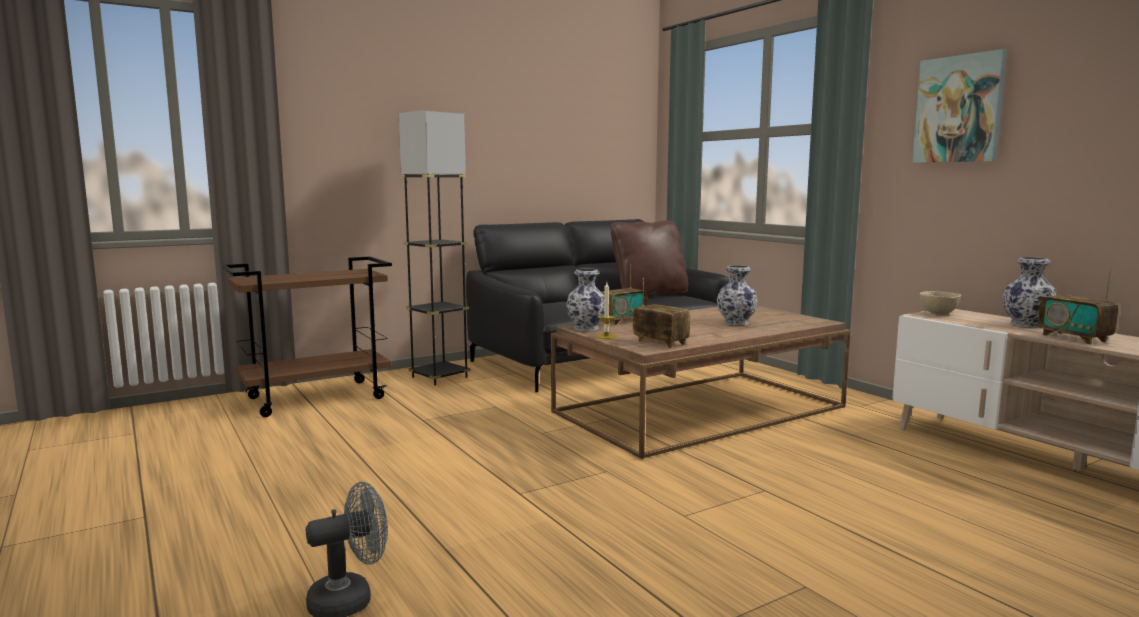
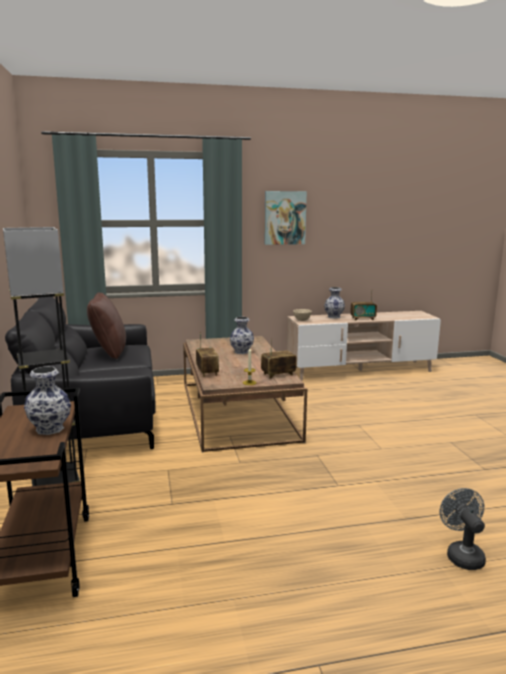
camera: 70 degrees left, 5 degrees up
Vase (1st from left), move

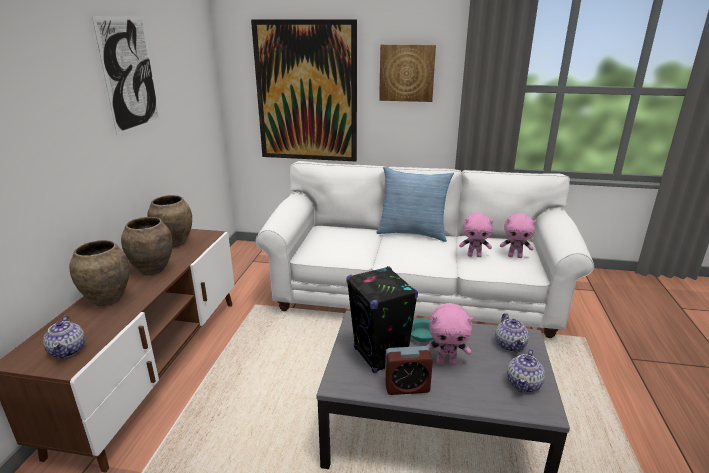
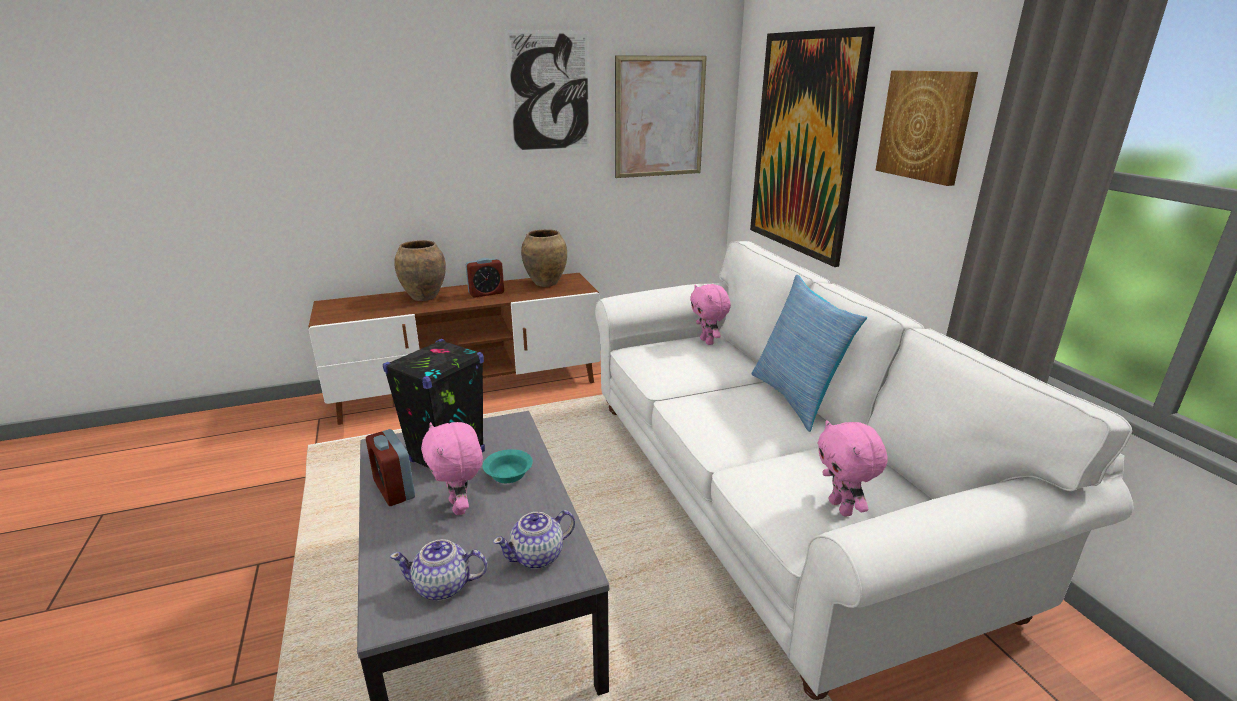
camera: 60 degrees right, 0 degrees up
Vase [braun] (2nd from left) -> Wecker (2nd from left)
none -> Bild (2nd from left)
Plüschtier [rosa] (2nd from left), move
Teekanne (1st from left) -> none

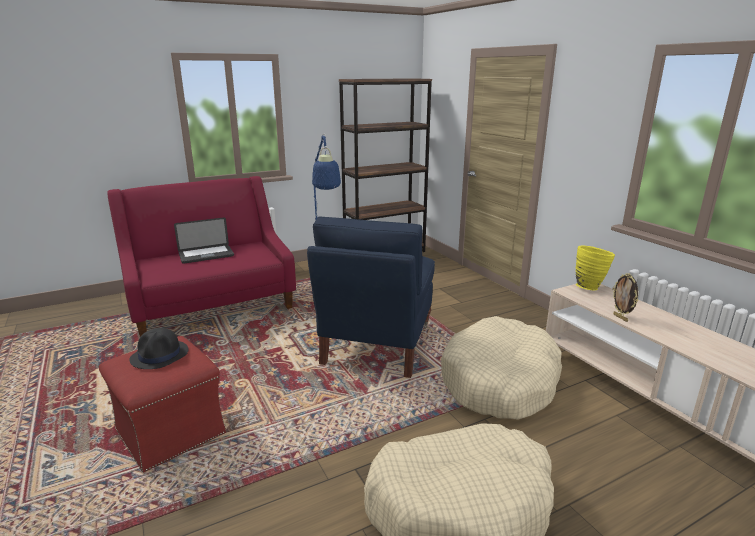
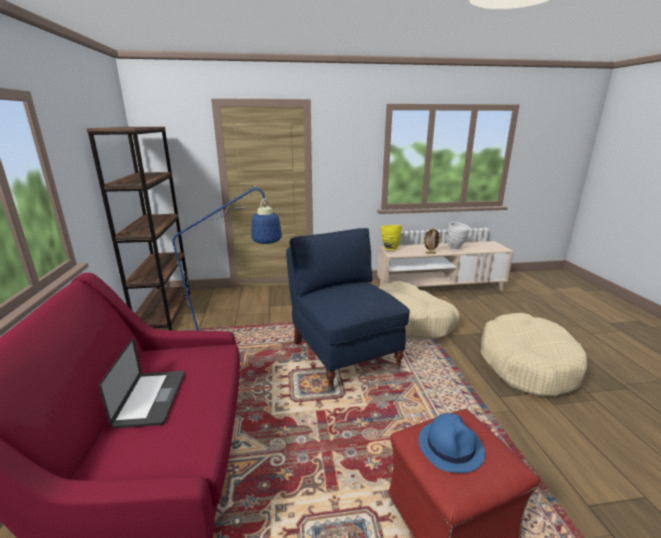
camera: 70 degrees left, 0 degrees up
Sessel [blau], 150 degrees counterclockwise
Hut [schwarz] -> Hut [blau]
none -> Vase [weiß]

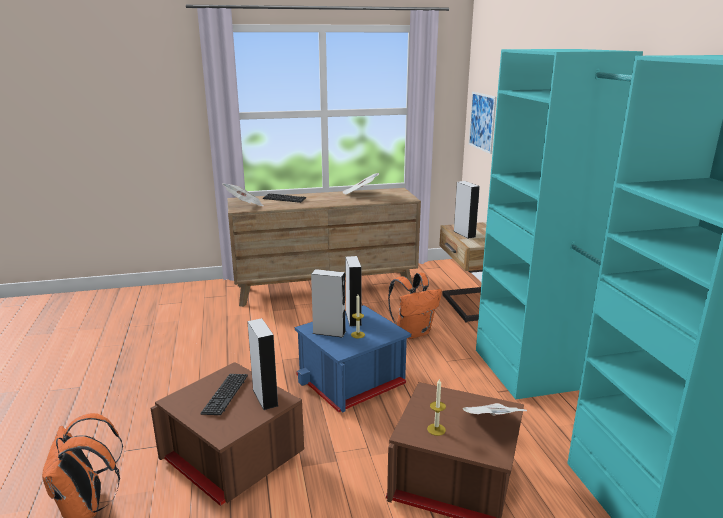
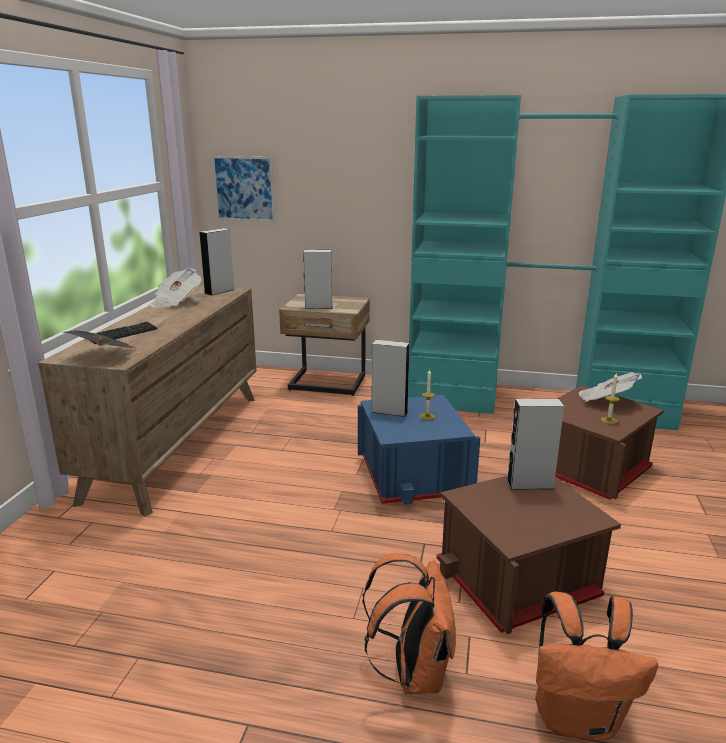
camera: 65 degrees left, 0 degrees up
Lautsprecher [grau] (2nd from left in the first image) -> Lautsprecher [grau] (1st from left), move
Rucksack [orange] (2nd from left in the first image) -> Rucksack [orange] (1st from left), move
Tastatur (1st from left) -> none

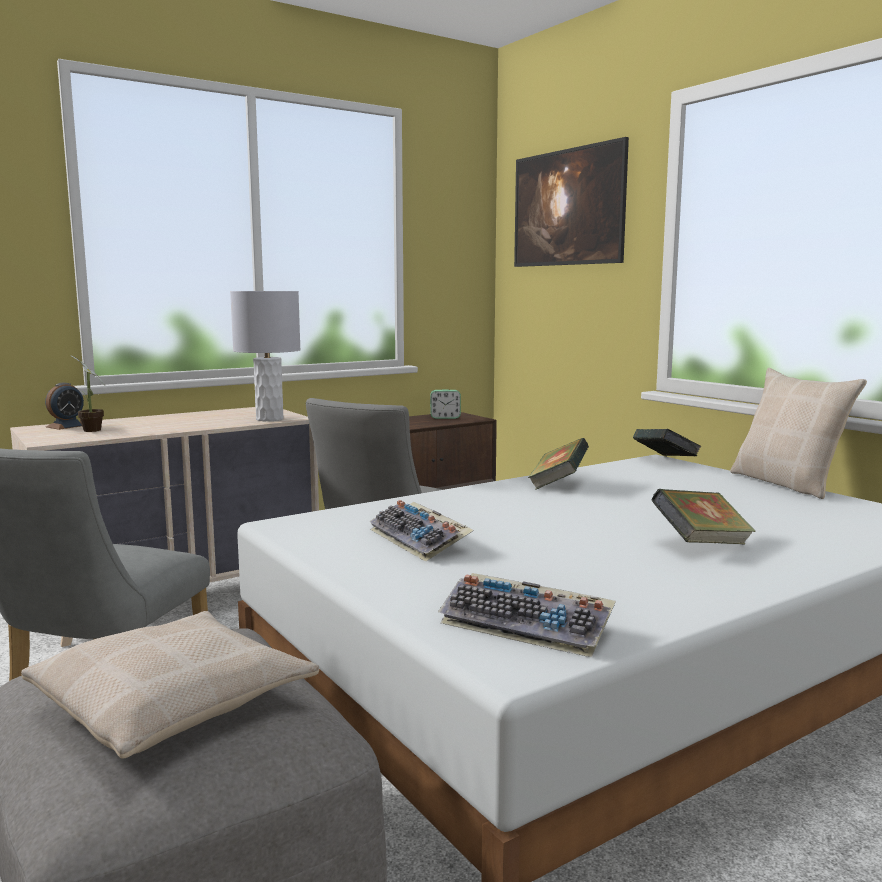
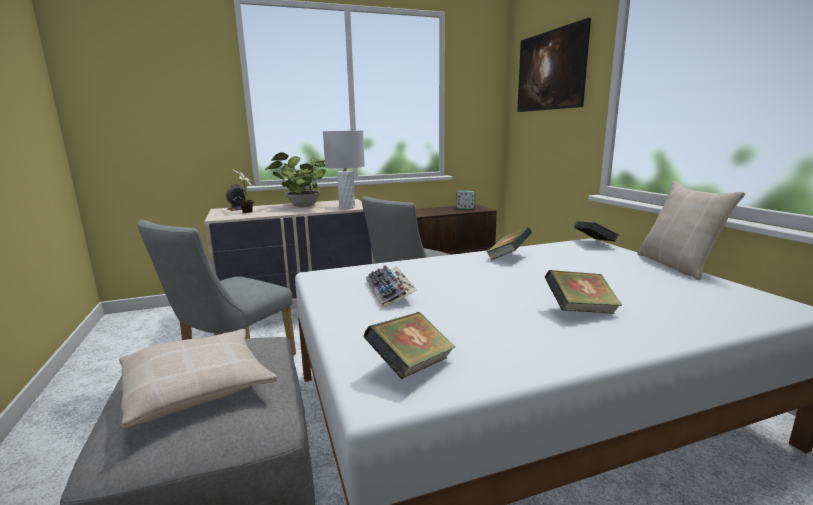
camera: 15 degrees right, 5 degrees up
none -> Topfpflanze (2nd from left)
Tastatur (2nd from left) -> Buch (1st from left)

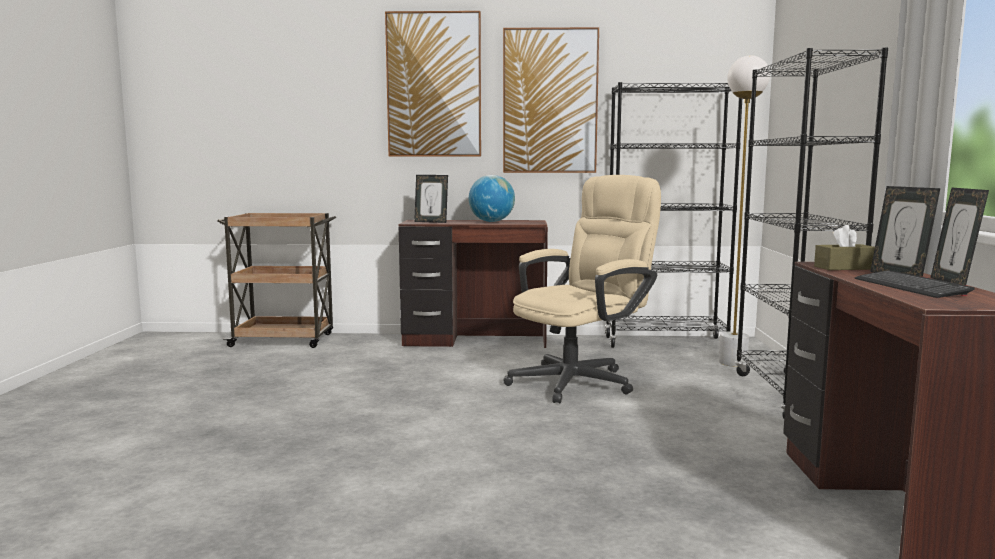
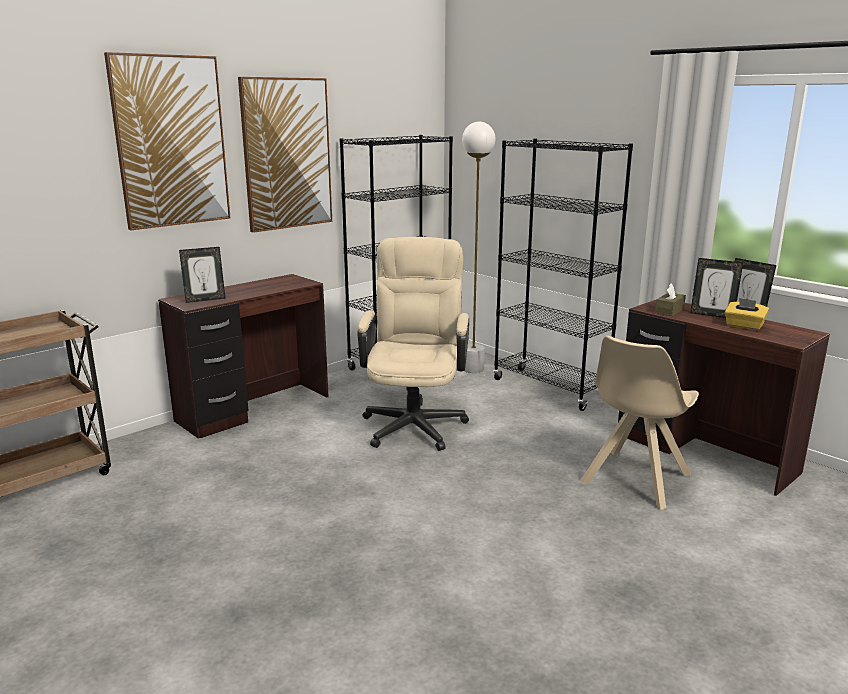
camera: 45 degrees left, 10 degrees up
none -> Stuhl [beige]
Tastatur -> Taschentuchbox [gelb]
Globus -> none

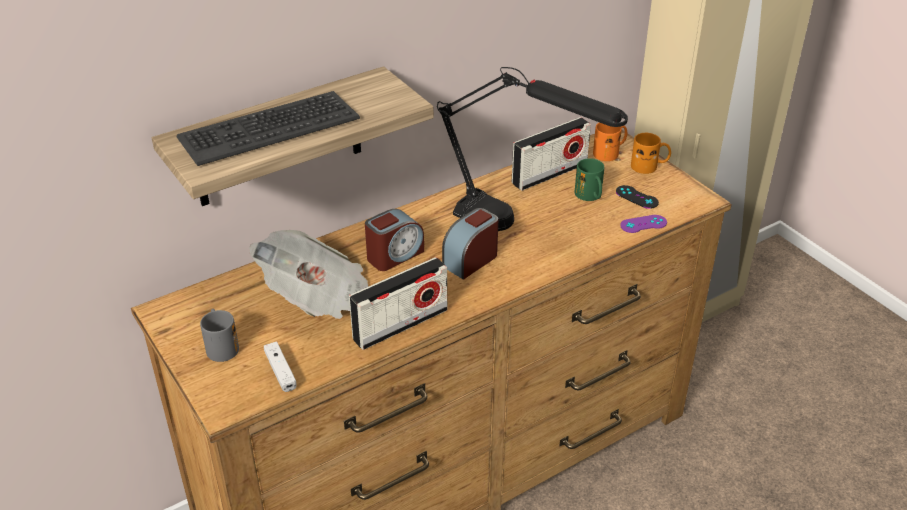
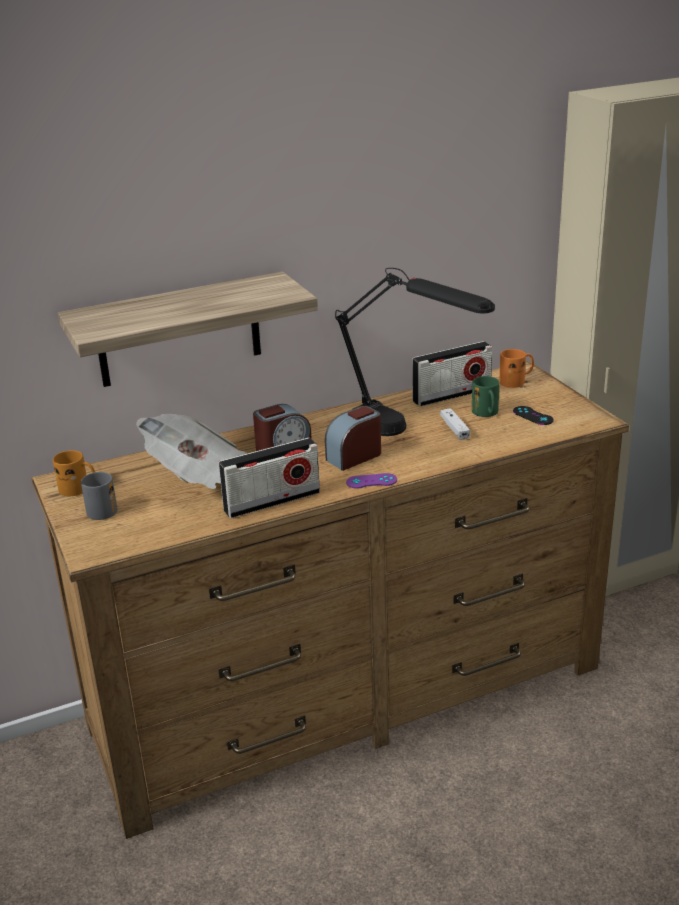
camera: 10 degrees right, 10 degrees down
Henkelbecher [orange] (2nd from left in the first image) -> Henkelbecher [orange] (1st from left), move
Gamepad [lila], move
Gamepad [weiß], move
Tastatur -> none

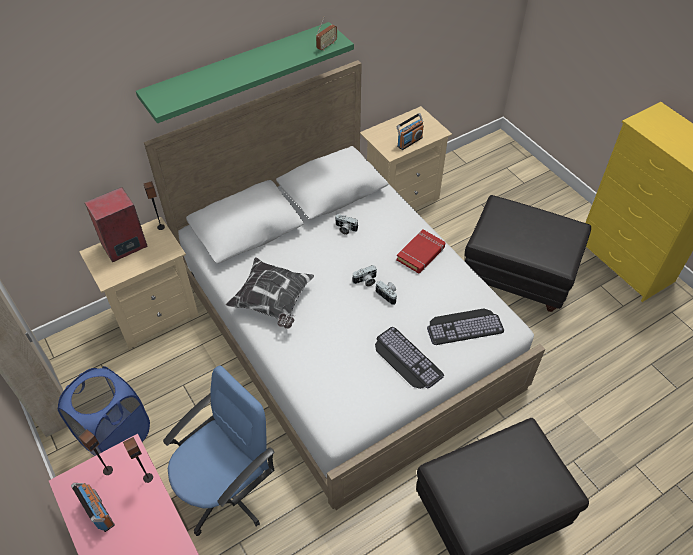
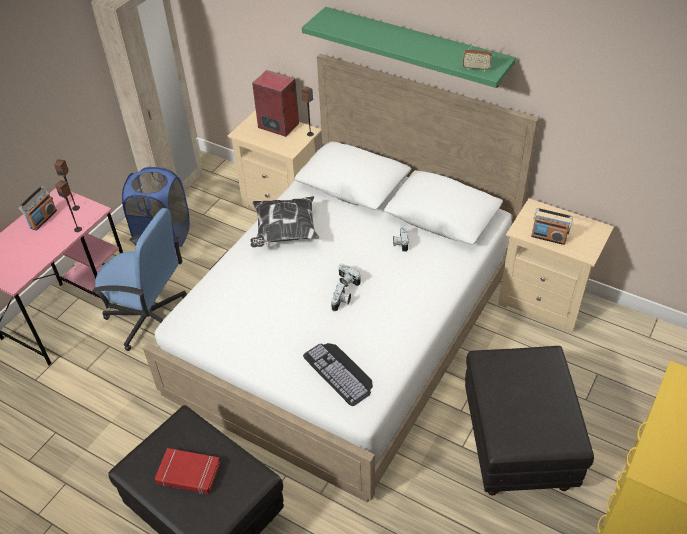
camera: 65 degrees right, 5 degrees down
Buch [rot], move
Tastatur (1st from left) -> none

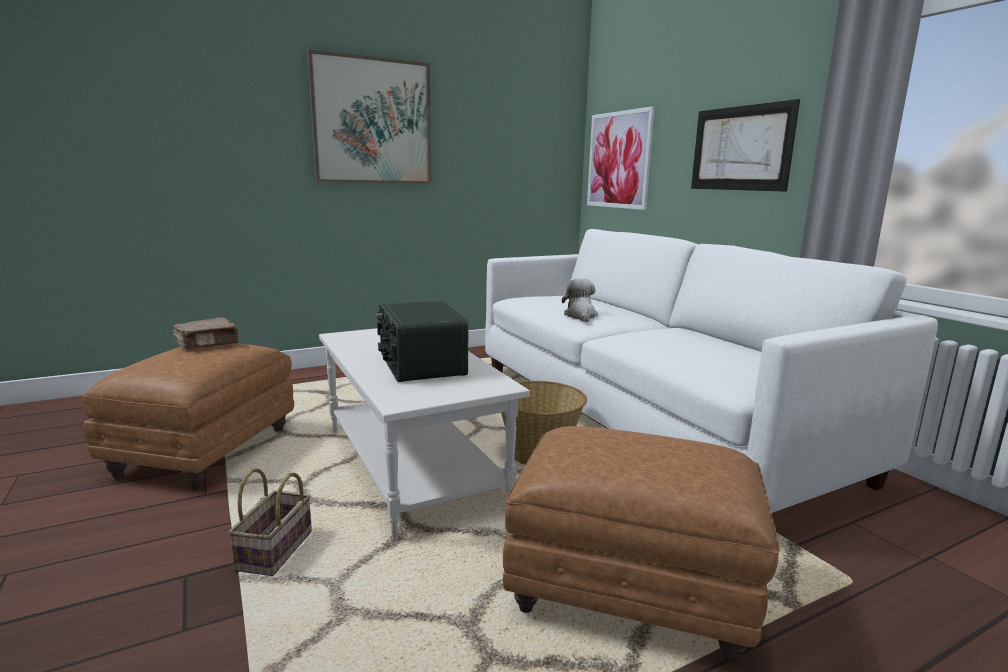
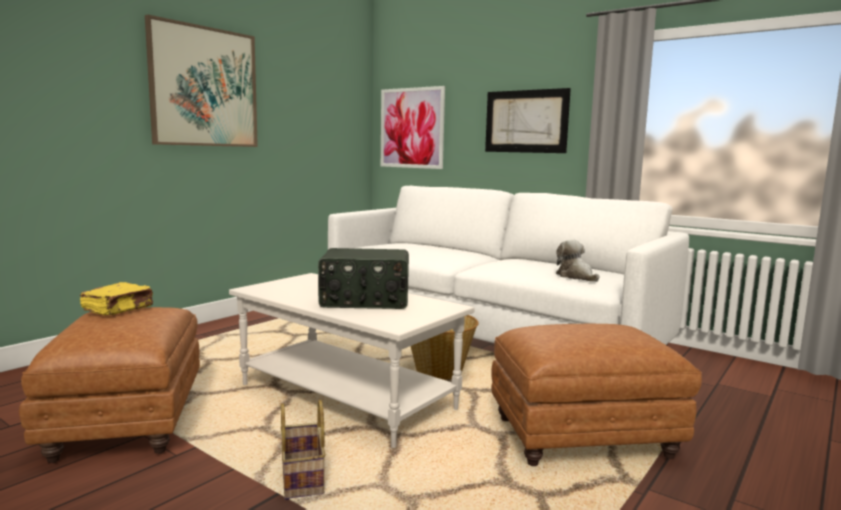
camera: 25 degrees left, 5 degrees down
Buch [braun] -> Buch [gelb]
Radio, 45 degrees counterclockwise
Plüschtier, move

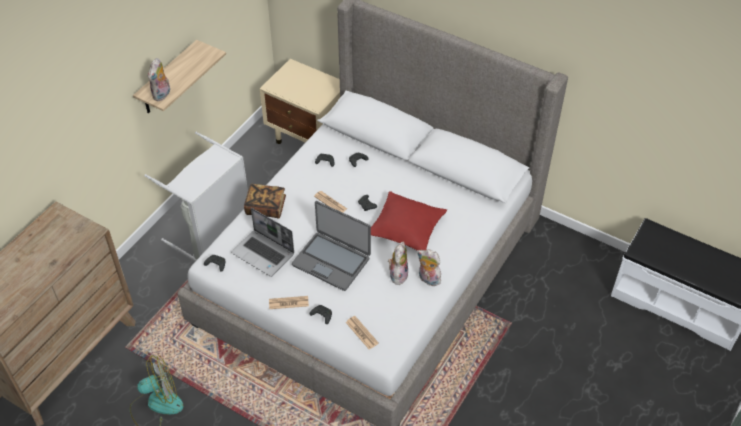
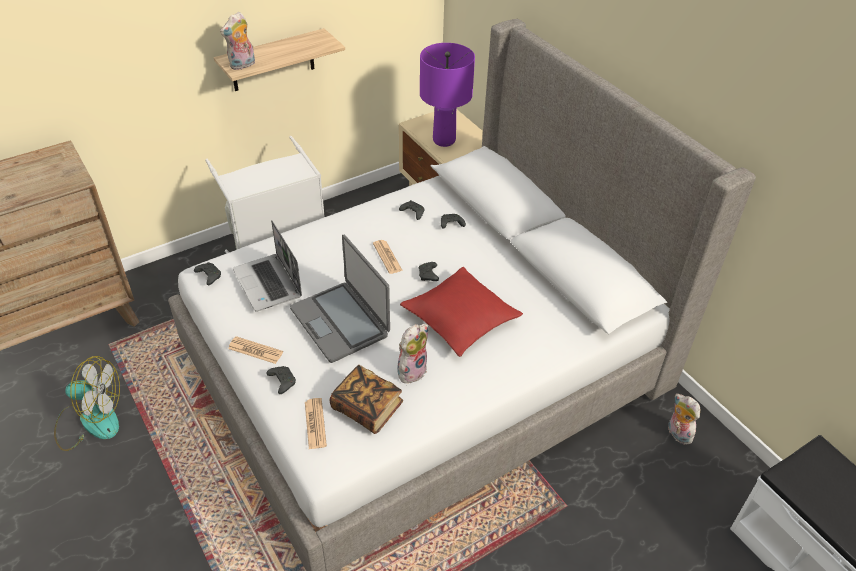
camera: 25 degrees right, 5 degrees down
Buch, move
none -> Tischlampe [lila]
Plüschtier (3rd from left), move

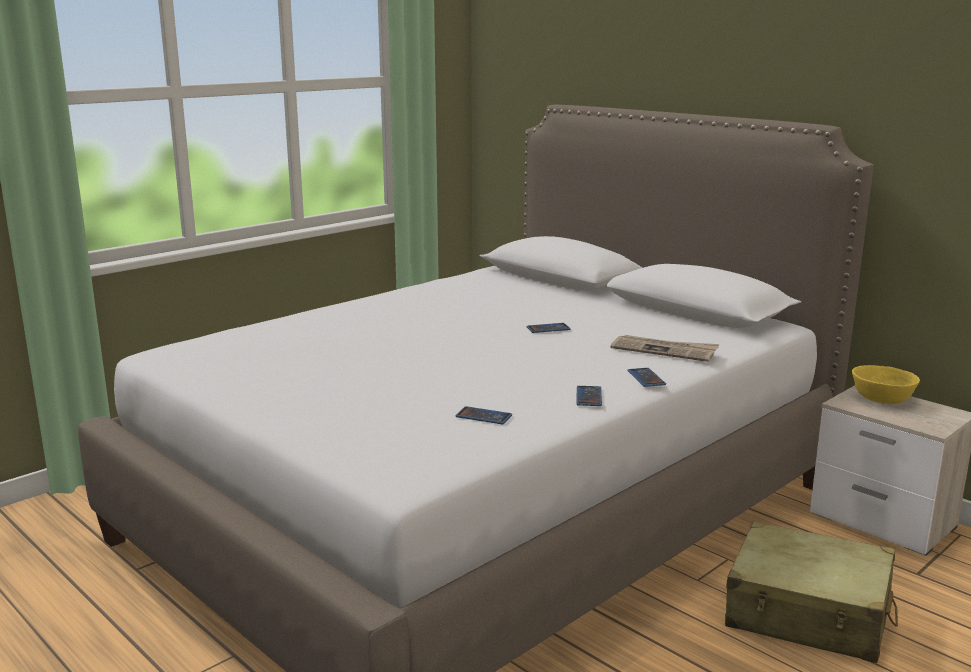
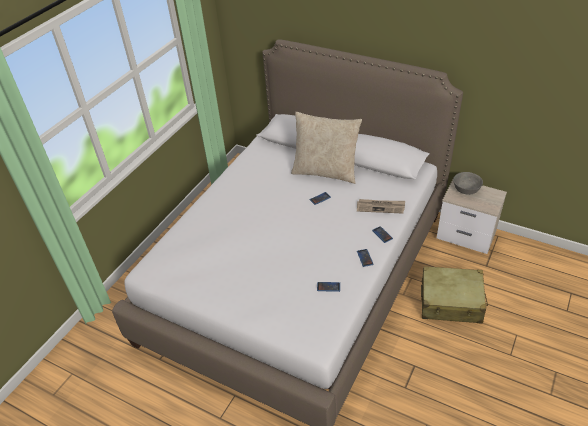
camera: 15 degrees left, 25 degrees up
none -> Kissen [beige]
Schüssel [gelb] -> Schüssel [grau]

